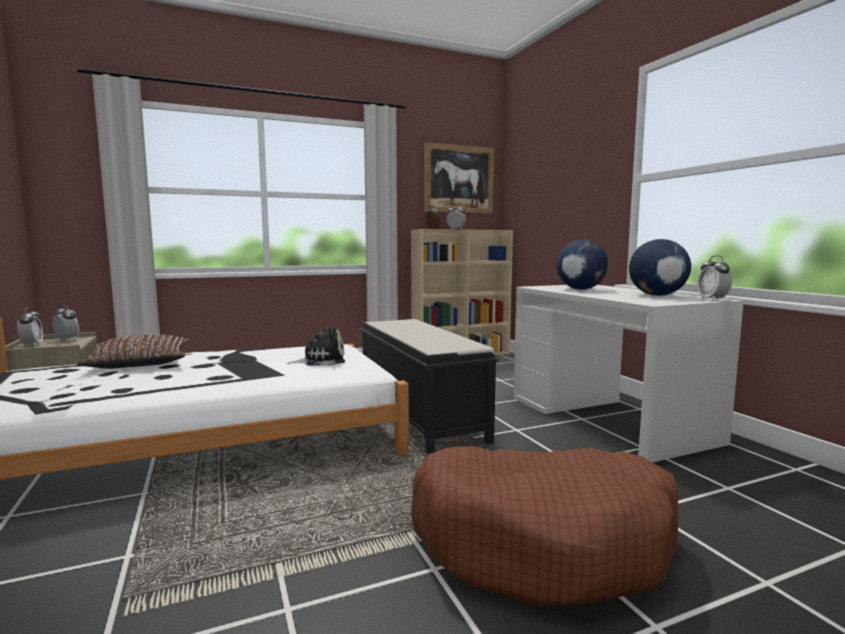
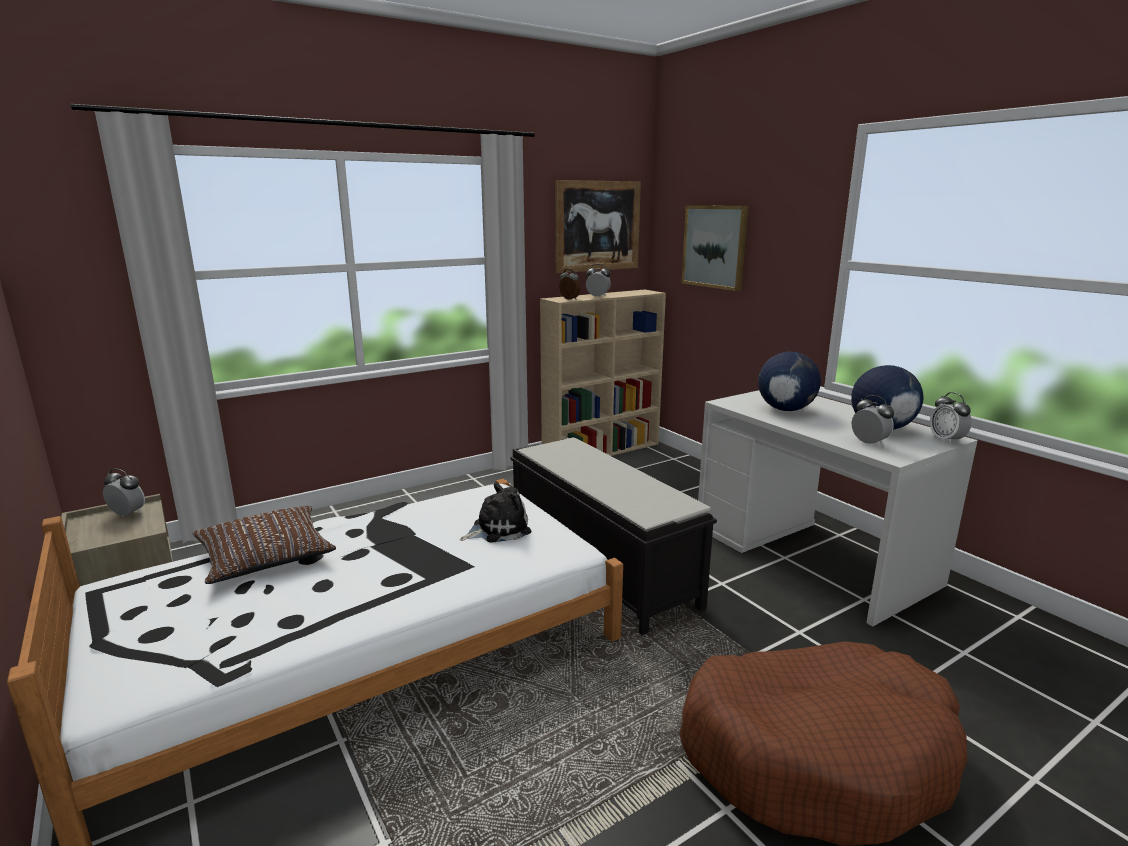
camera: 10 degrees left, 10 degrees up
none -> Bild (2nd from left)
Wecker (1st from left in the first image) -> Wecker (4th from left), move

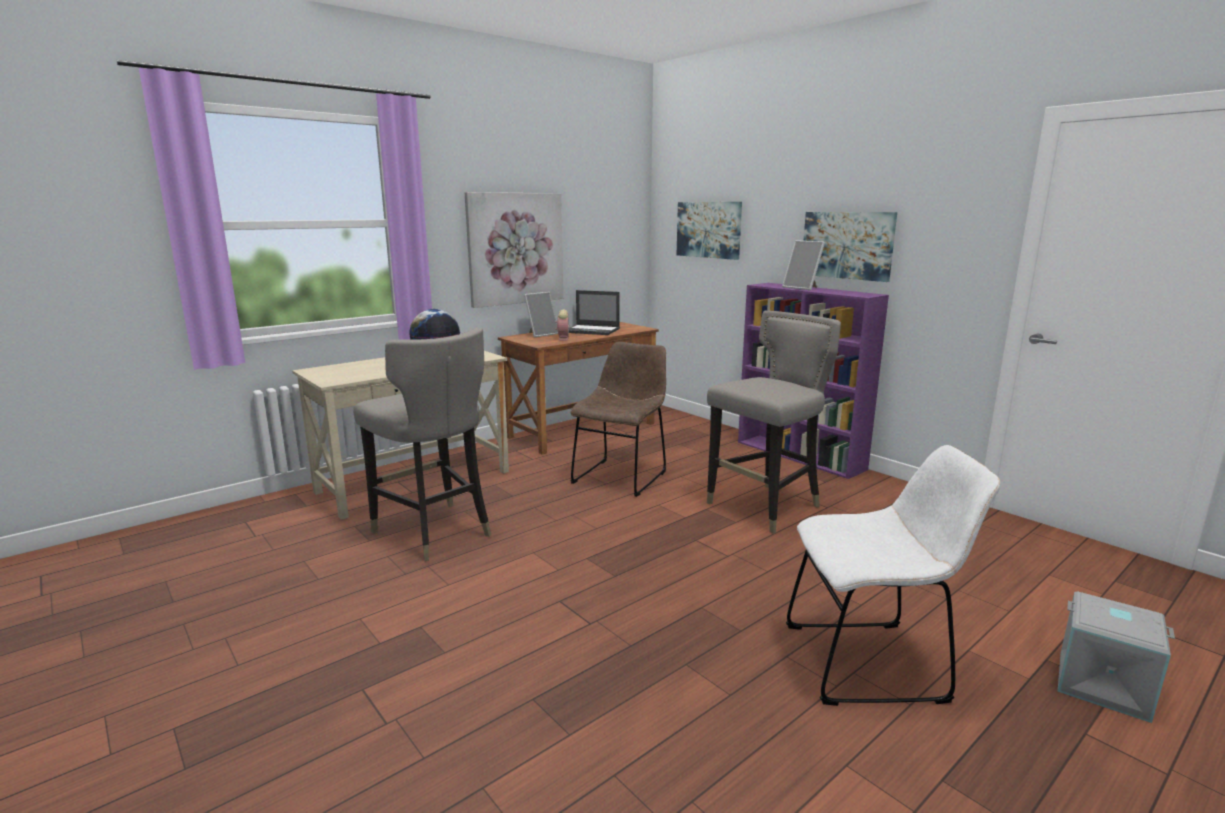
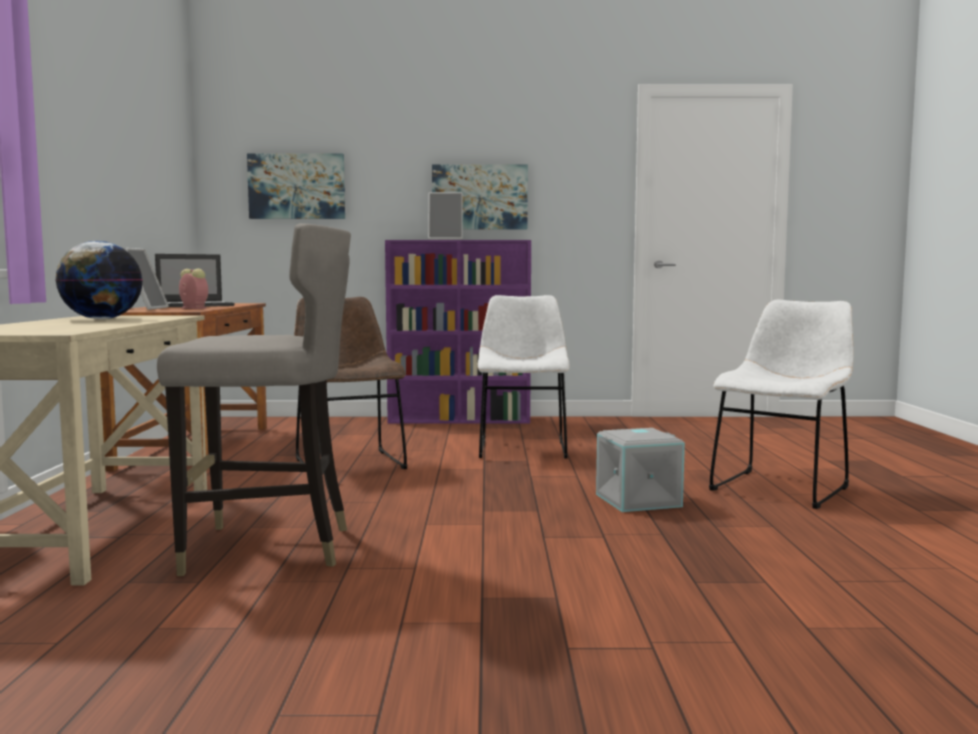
camera: 50 degrees left, 10 degrees down
Hocker [grau] (2nd from left) -> Stuhl [weiß] (1st from left)
Aufbewahrungsbox [grau], move
Bild (1st from left) -> none

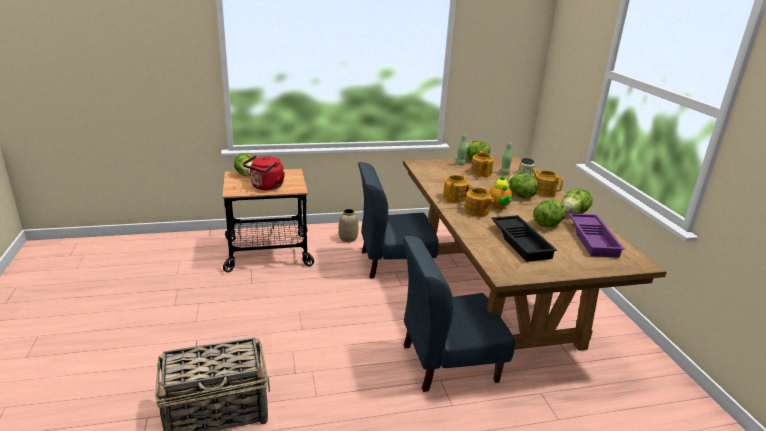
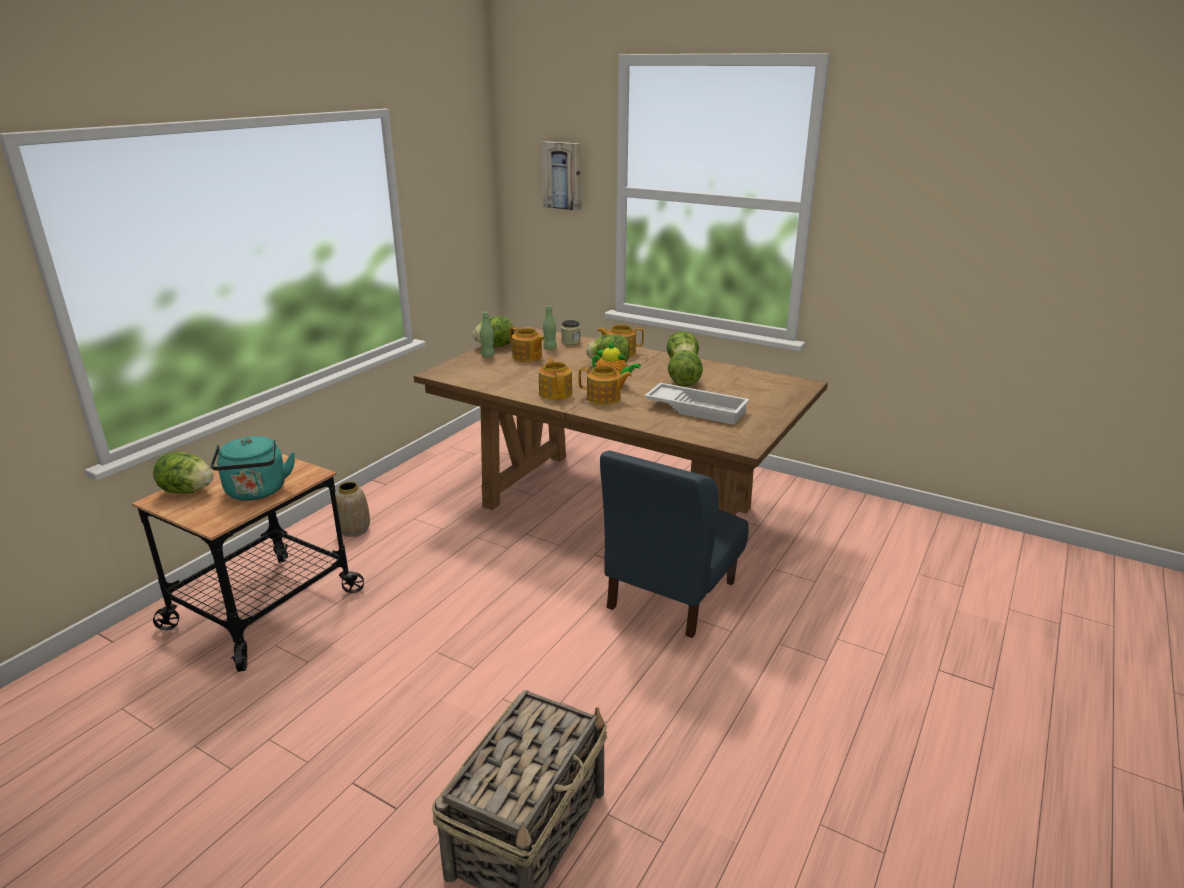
camera: 45 degrees left, 0 degrees up
Wasserkessel [rot] -> Wasserkessel [türkis]
none -> Bild
Tablett [schwarz] -> Tablett [weiß]
Stuhl [blau] (1st from left) -> none
Tablett [lila] -> none

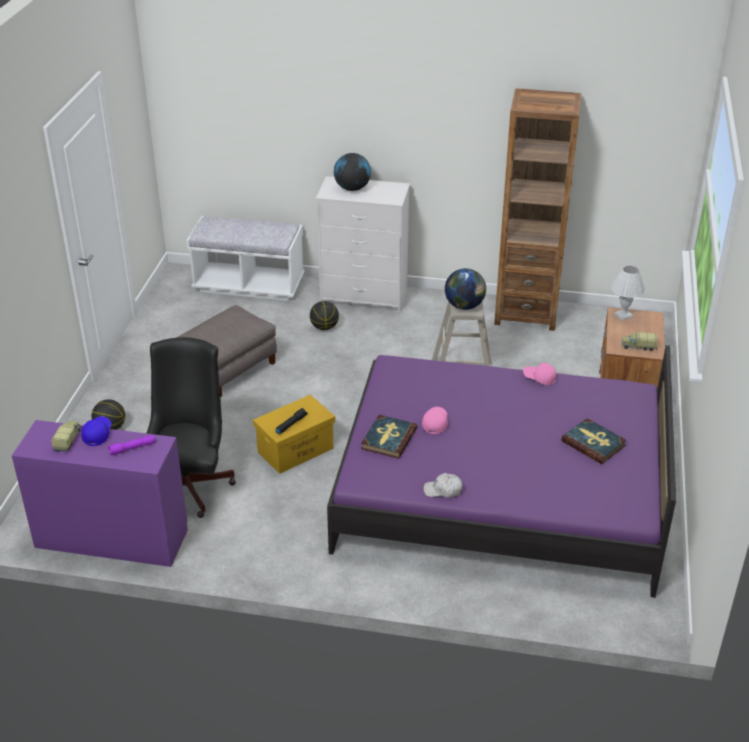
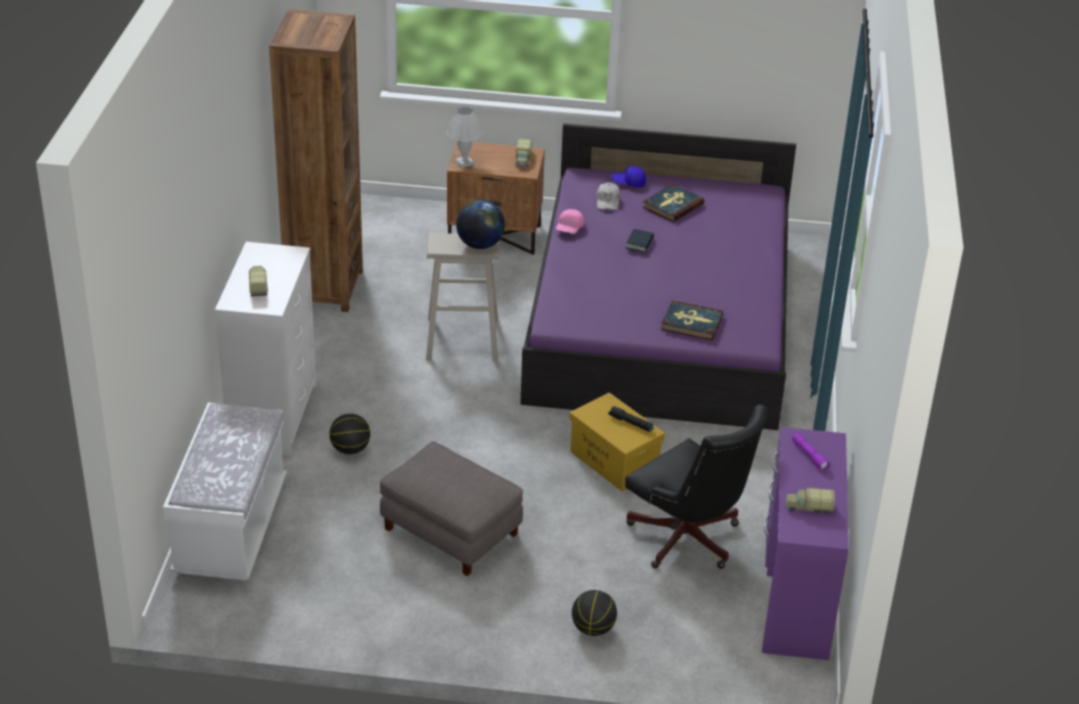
camera: 95 degrees left, 0 degrees up
Globus (1st from left) -> Spielzeuglaster (1st from left)
Kappe [weiß], move
Kappe [blau], move
none -> Buch (1st from left)
Bürostuhl [schwarz], 135 degrees counterclockwise
Kappe [rosa] (1st from left) -> none

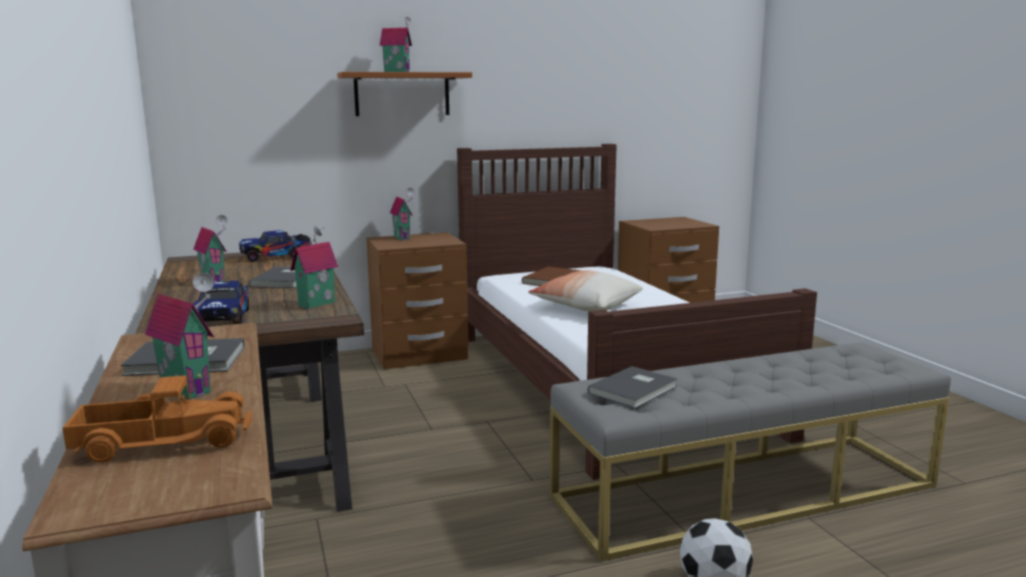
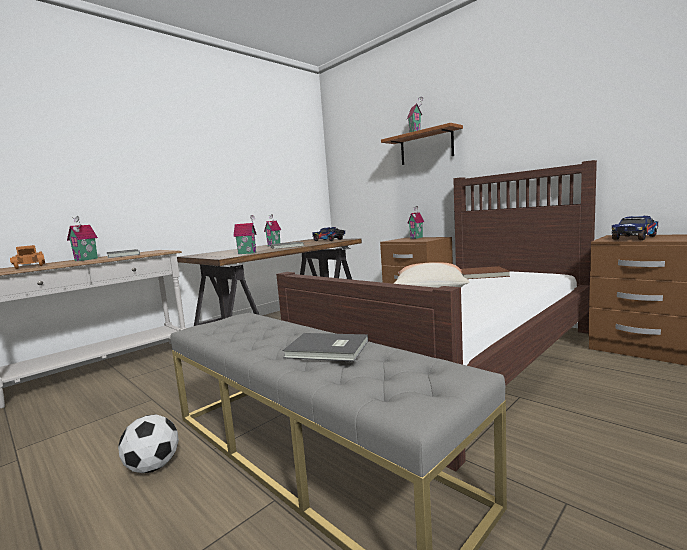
camera: 65 degrees right, 5 degrees down
Buch [grau] (3rd from left), move
Spielzeuglaster (2nd from left in the first image) -> Spielzeuglaster (3rd from left), move

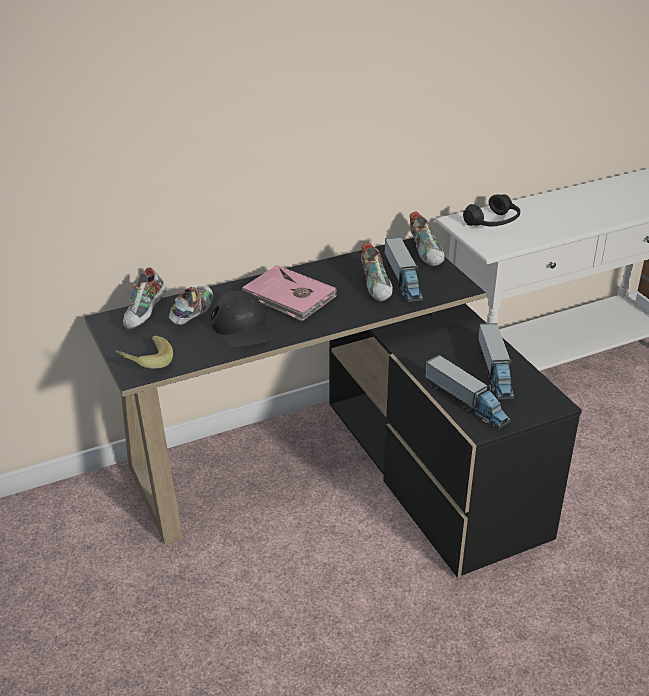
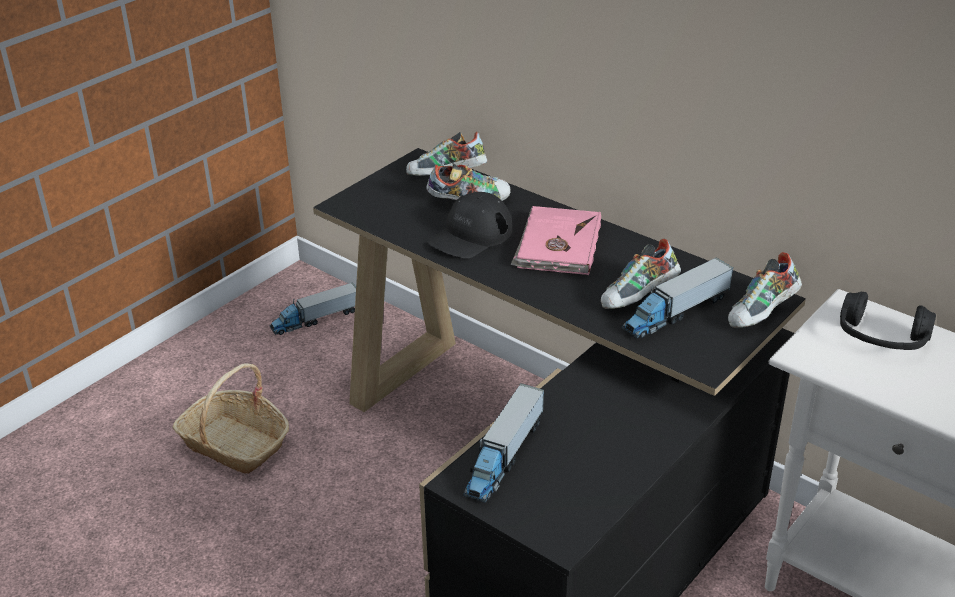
camera: 65 degrees right, 0 degrees up
none -> Korb
Spielzeuglaster (3rd from left in the first image) -> Spielzeuglaster (1st from left), move
Banane -> none

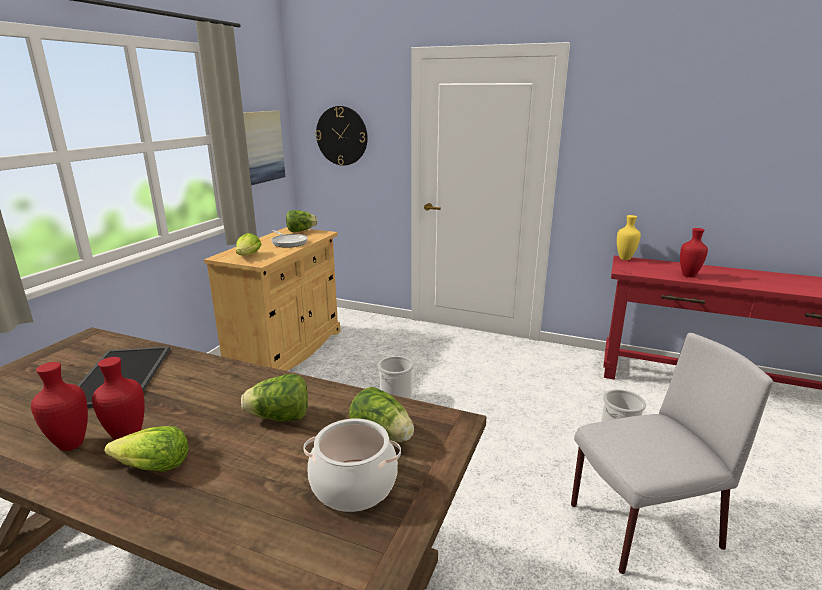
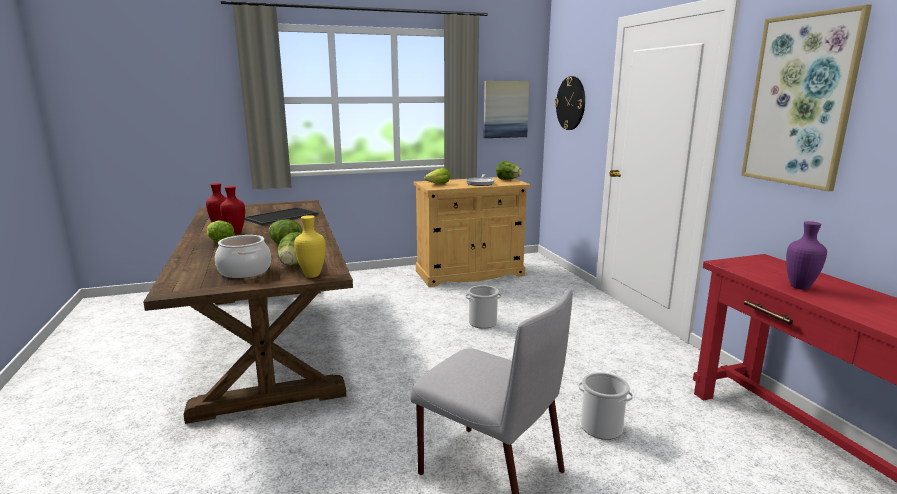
camera: 50 degrees right, 5 degrees down
Vase [gelb], move
none -> Bild (2nd from left)
Vase [rot] (3rd from left) -> Vase [lila]

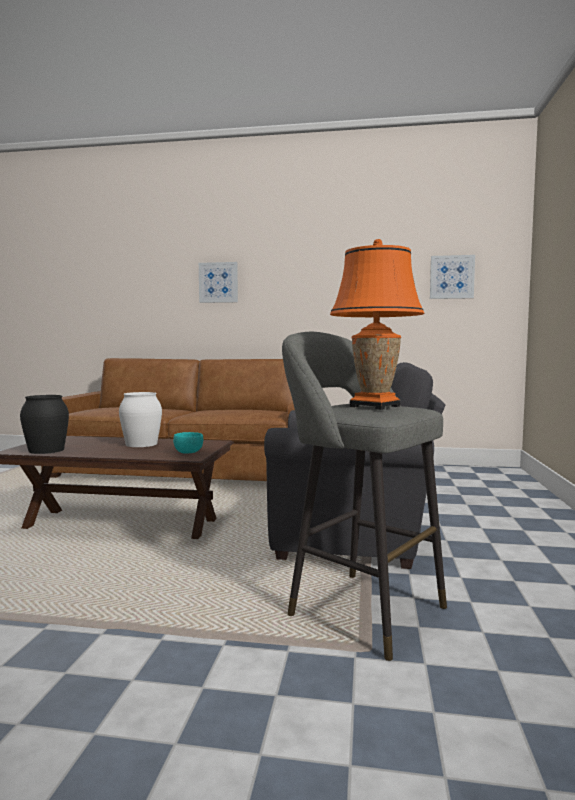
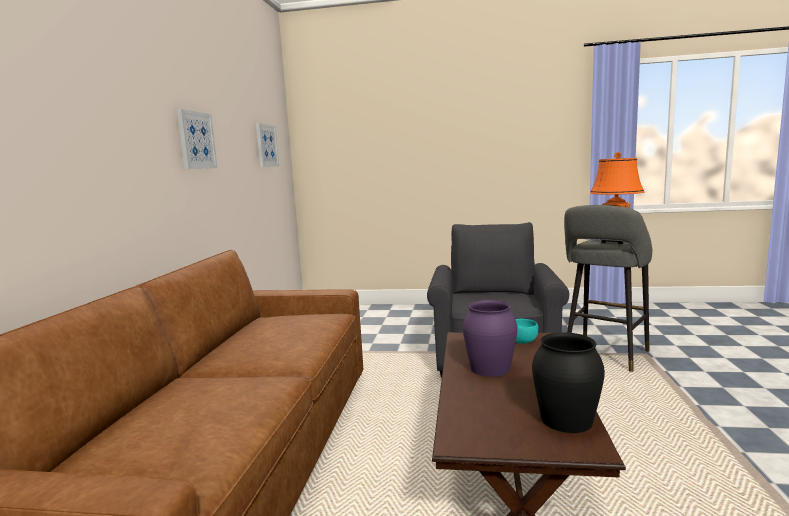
camera: 90 degrees left, 5 degrees up
Bild (1st from left), move
Vase [weiß] -> Vase [lila]

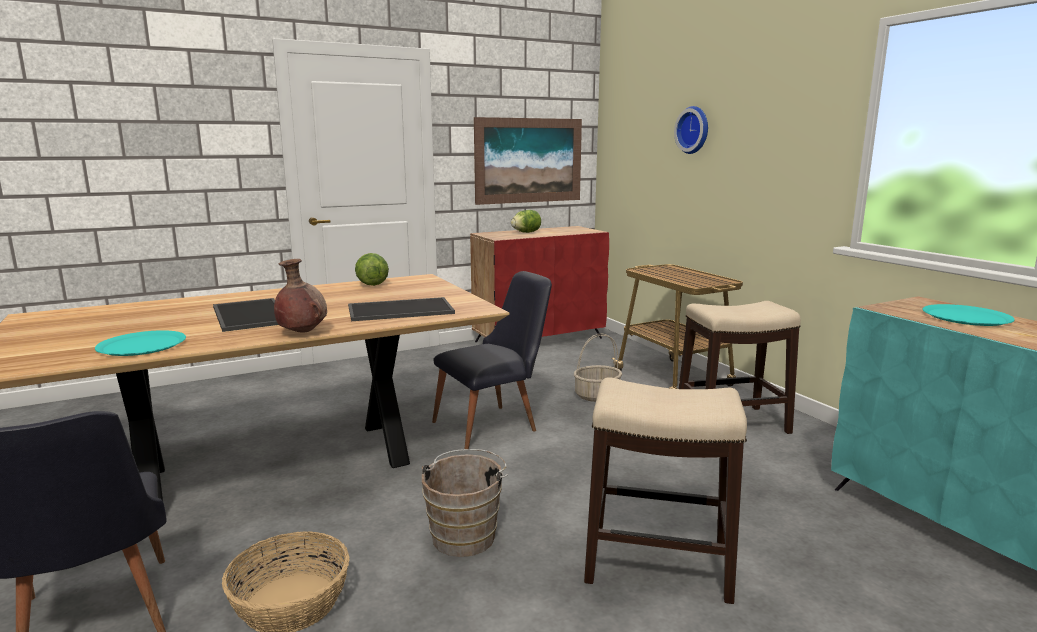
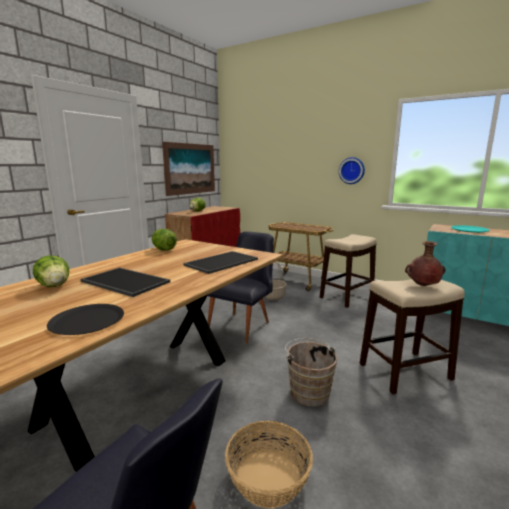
camera: 30 degrees left, 0 degrees up
none -> Salatkopf (1st from left)
Teller [türkis] (1st from left) -> Teller [schwarz]
Wanduhr, move
Vase [braun], move

